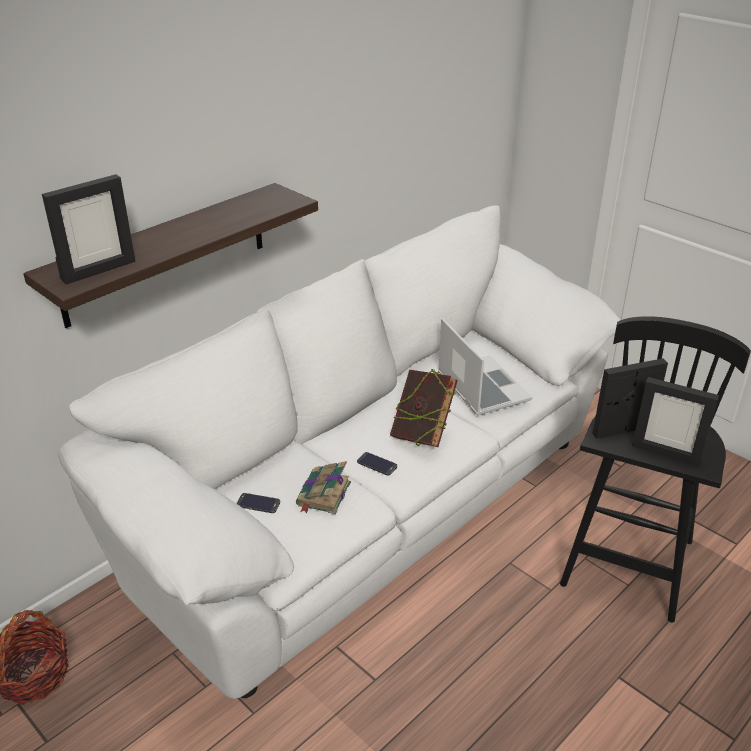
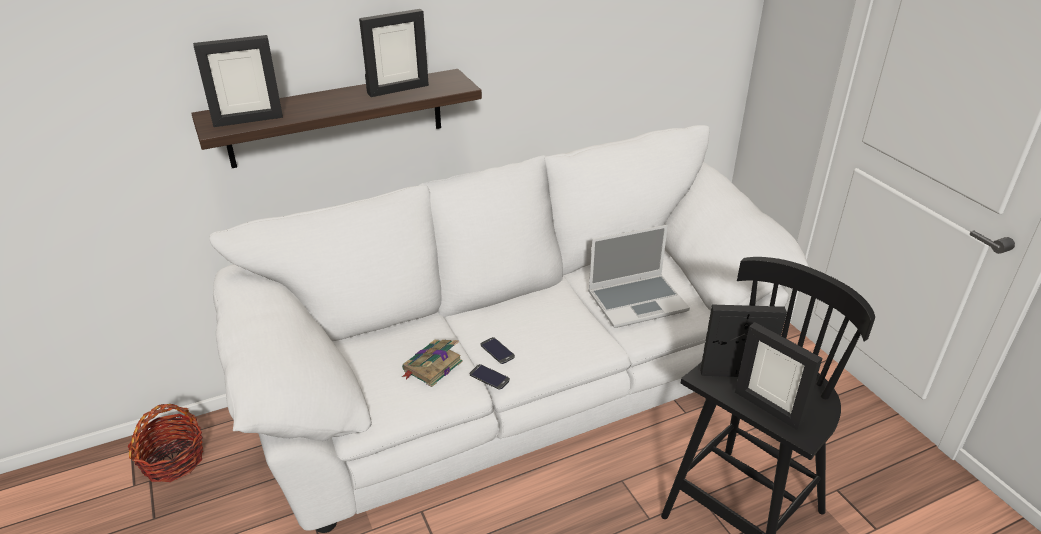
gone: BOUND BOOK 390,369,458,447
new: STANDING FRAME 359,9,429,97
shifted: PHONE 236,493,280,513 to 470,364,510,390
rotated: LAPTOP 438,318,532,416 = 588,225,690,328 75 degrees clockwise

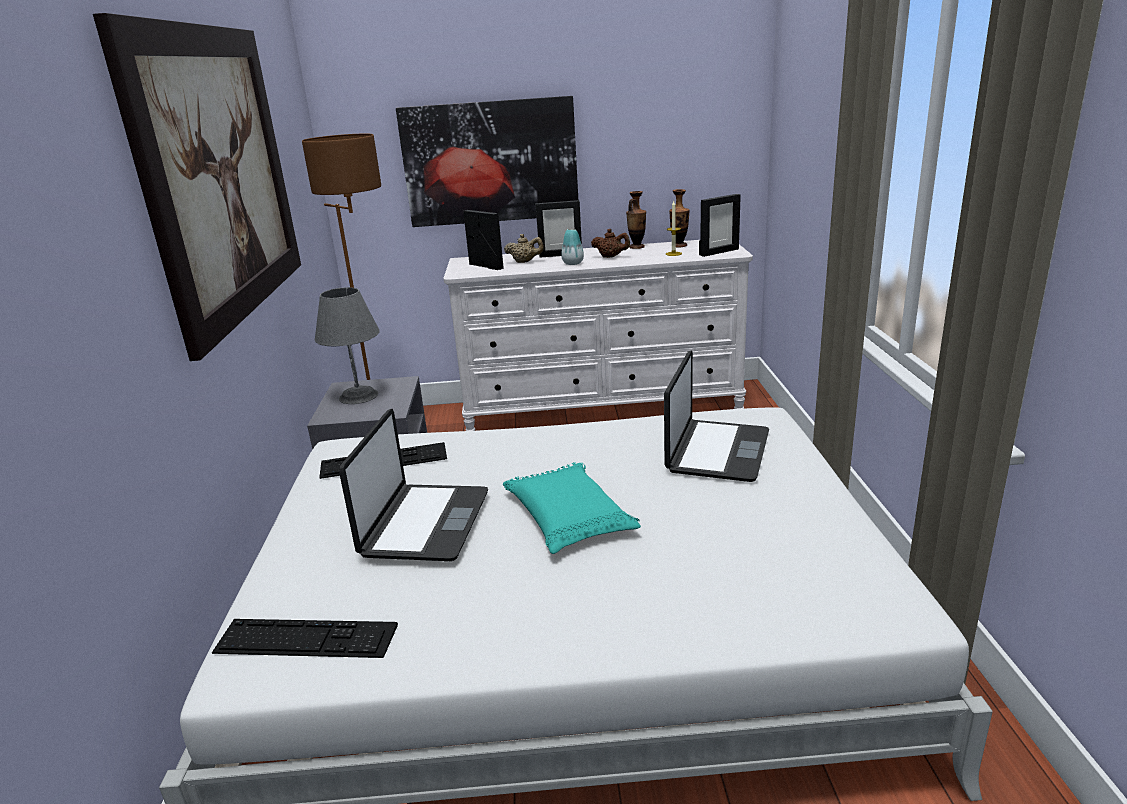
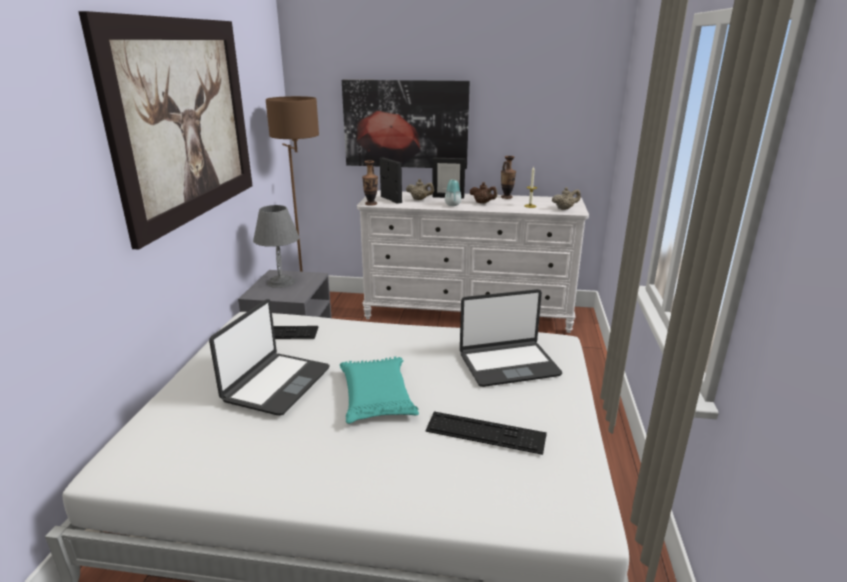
shifted: VASE 669,189,690,247 to 362,160,378,206; COMPUTER KEYBOARD 212,619,398,658 to 425,411,547,455
swapped: STANDING FRAME 699,194,741,257 to BEIGE TEAPOT 552,187,581,210
rotated: LAPTOP 664,351,769,482 = 460,289,562,387 45 degrees clockwise

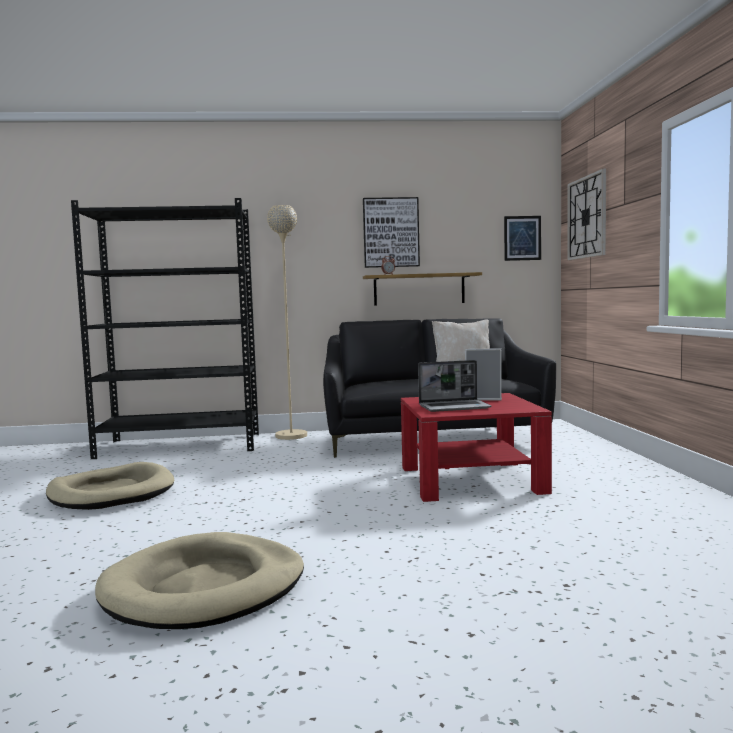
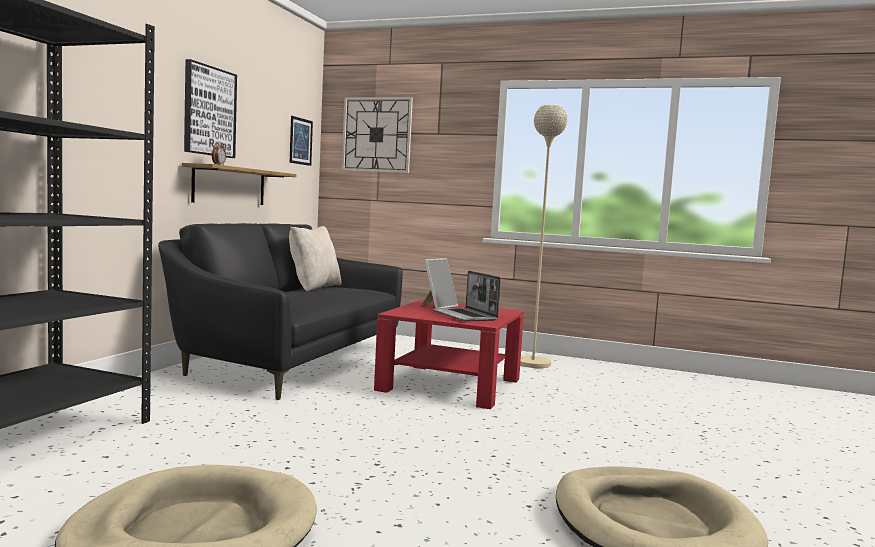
shifted: BEIGE STANDARD LAMP 267,205,307,440 to 520,105,568,368
rotated: LAPTOP 418,360,492,412 = 432,271,501,322 135 degrees clockwise

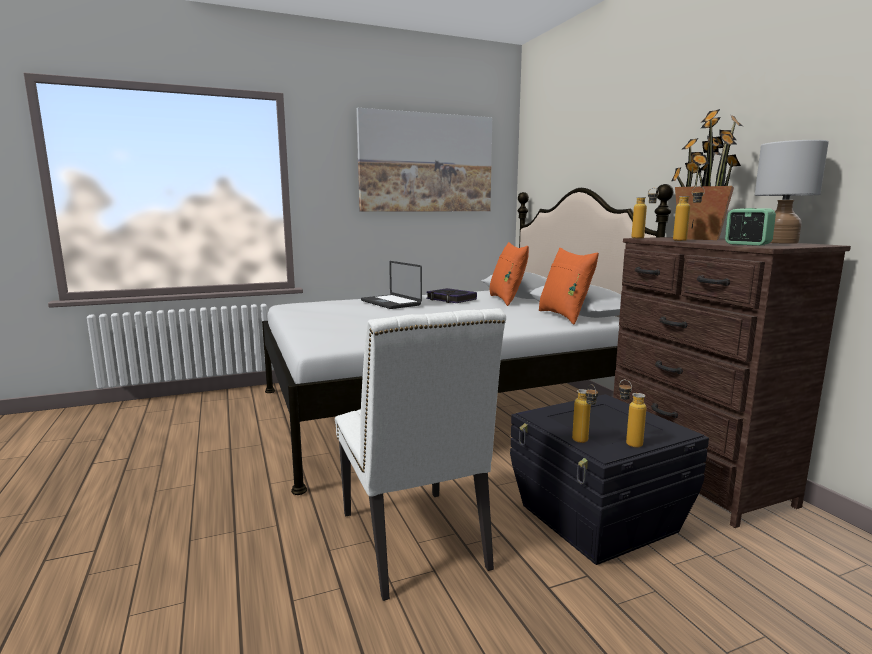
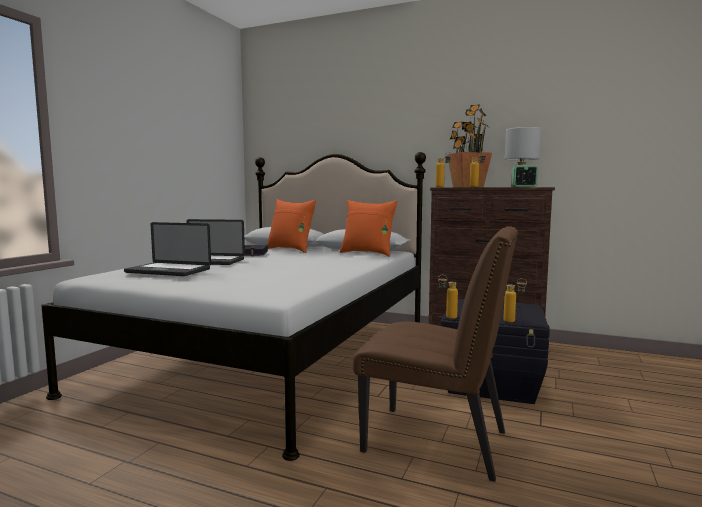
gone: WALL ART 356,108,492,211
new: LAPTOP 124,222,211,276
shifted: DRINK BOTTLE 619,380,646,448 to 438,275,458,319
repainted: WHITISH CHAIR 335,308,506,601 to BROWNISH CHAIR 353,226,518,482

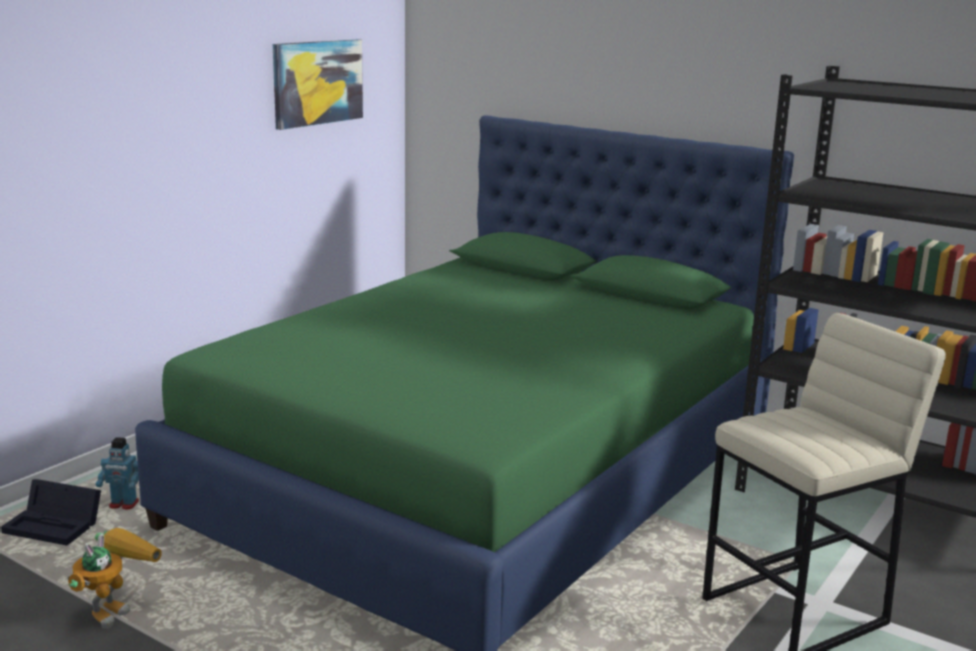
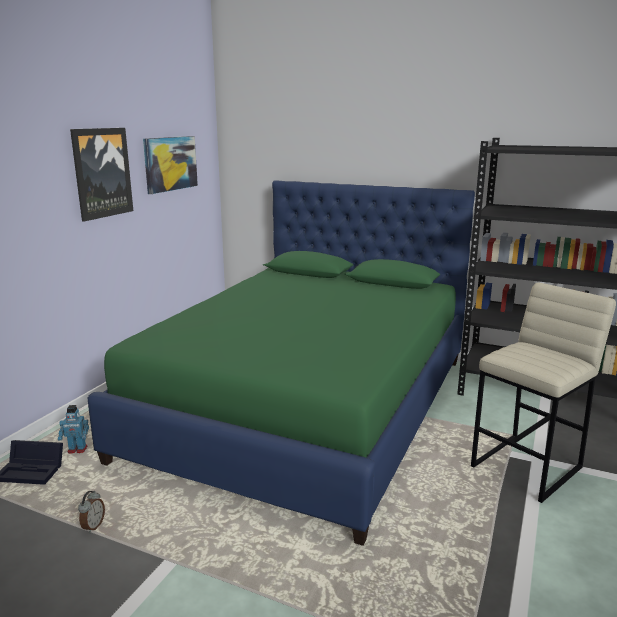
new: WALL ART 70,128,133,222
swapped: MODEL ROBOT 68,528,162,629 to BEDSIDE CLOCK 78,491,105,533

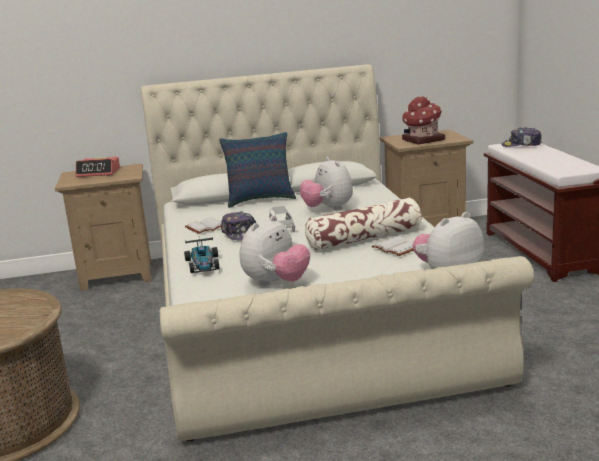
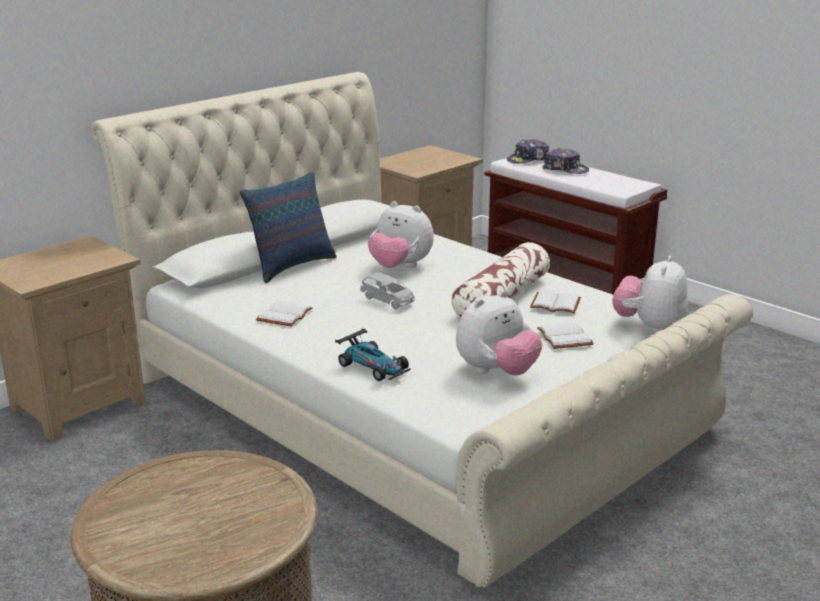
gone: MINIATURE HOUSE 402,97,445,145; BEDSIDE CLOCK 75,157,120,177
new: WHITISH BOUND BOOK 537,322,594,349
shifted: PEAKED CAP 221,211,256,241 to 542,148,589,174
rotated: SOFT TOY 240,215,310,286 = 456,290,543,376 45 degrees clockwise

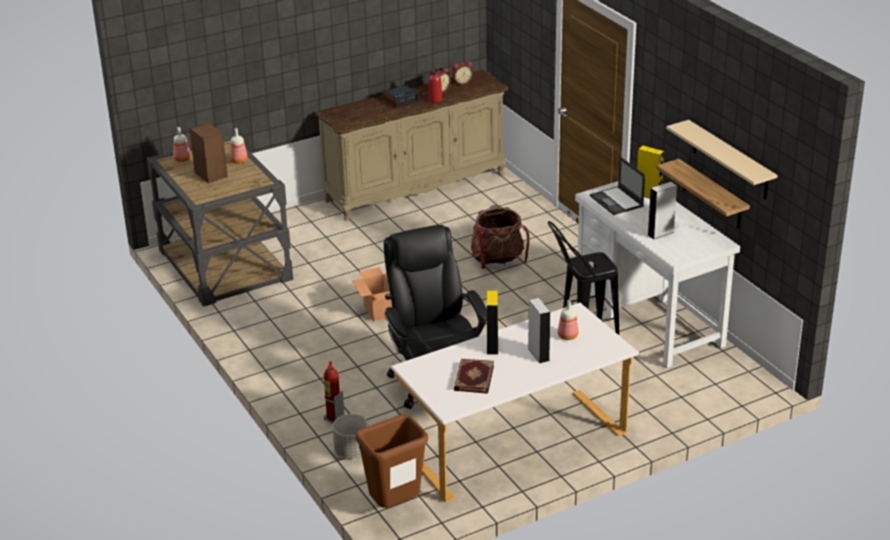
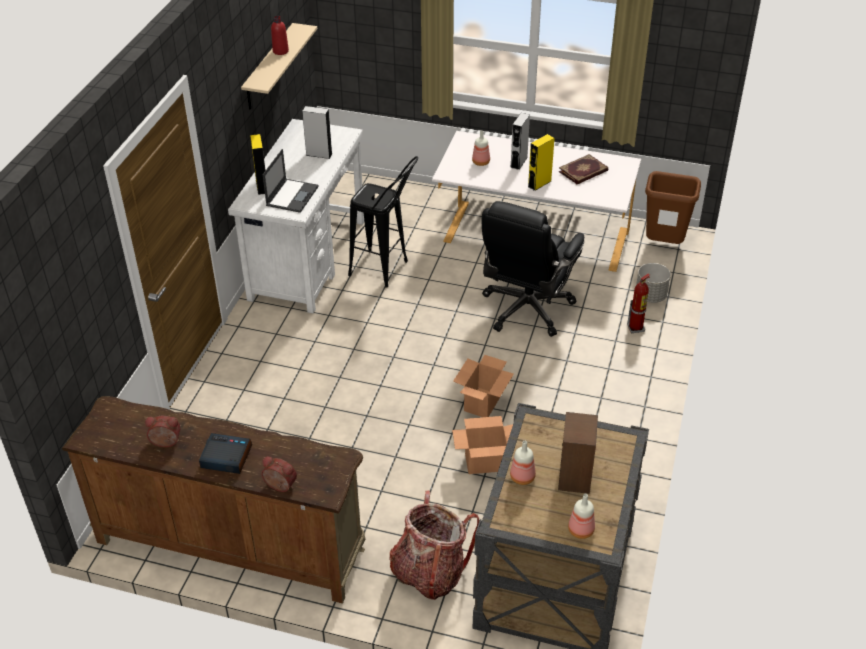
gone: WALL SHELF 656,159,750,229
new: CARTON 452,416,513,474
shifted: BEDSIDE CLOCK 451,61,473,85 to 261,457,297,492; REDDISH DRINK BOTTLE 429,70,442,103 to 271,16,289,55; KNAPSACK 471,205,530,269 to 389,491,480,600

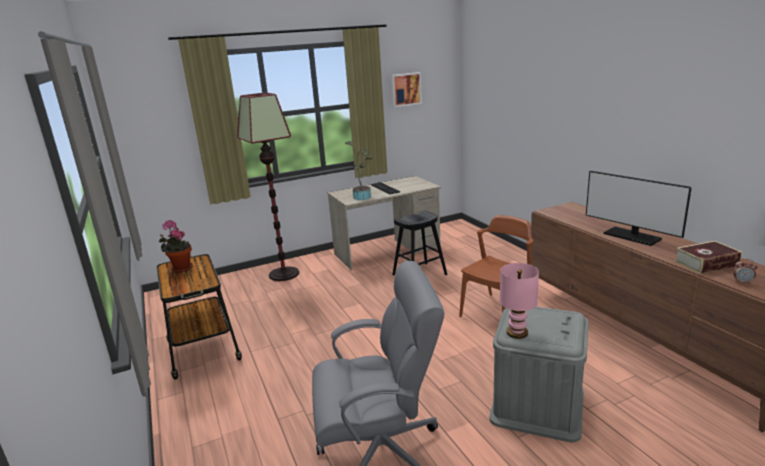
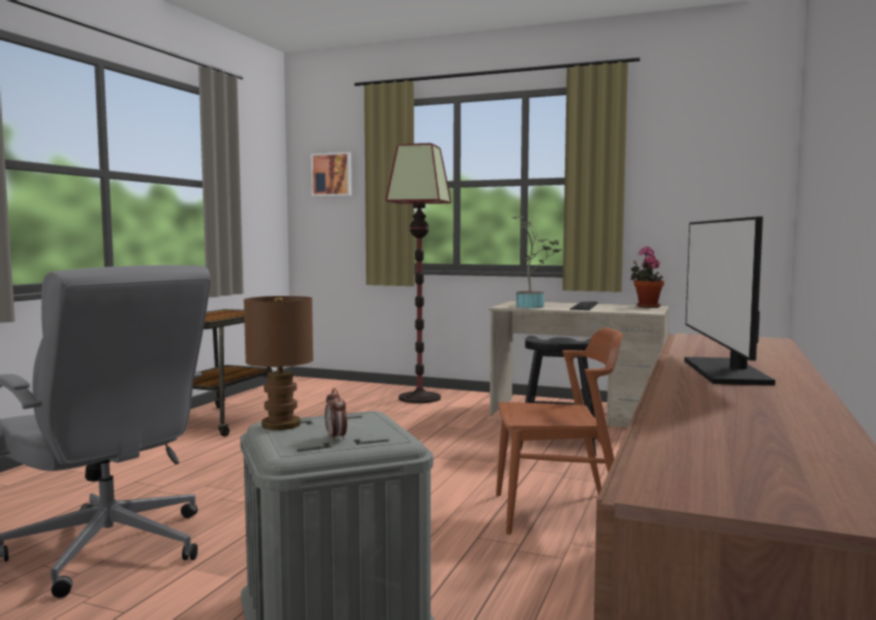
gone: BOUND BOOK 674,241,742,274
shifted: WALL ART 391,72,422,107 to 311,152,352,197; HOUSEPLANT 159,220,193,272 to 631,246,664,308; BEDSIDE CLOCK 733,259,758,284 to 325,388,347,442
repainted: PINK TABLETOP LAMP 500,263,539,339 to BROWNISH TABLETOP LAMP 244,296,313,430

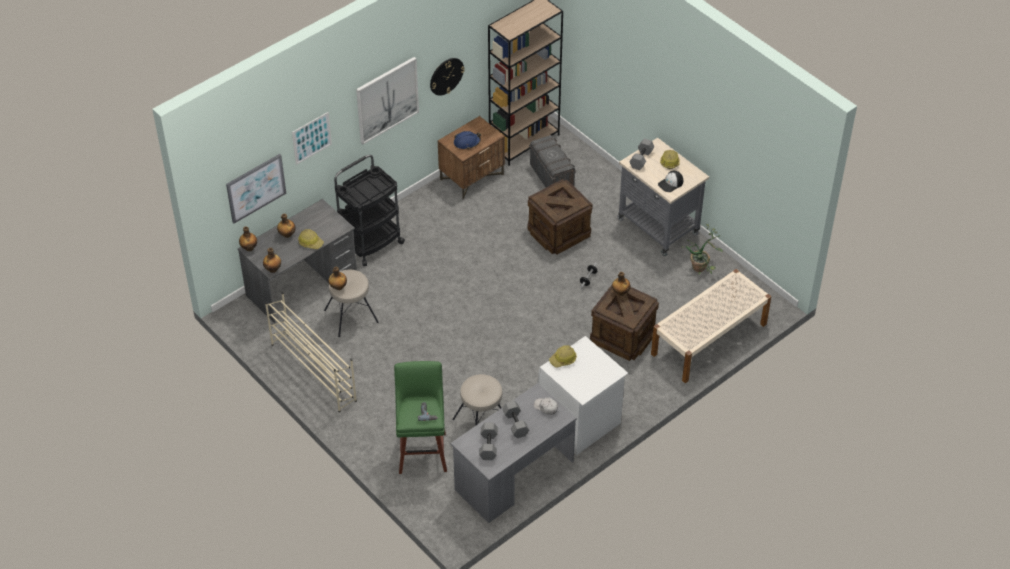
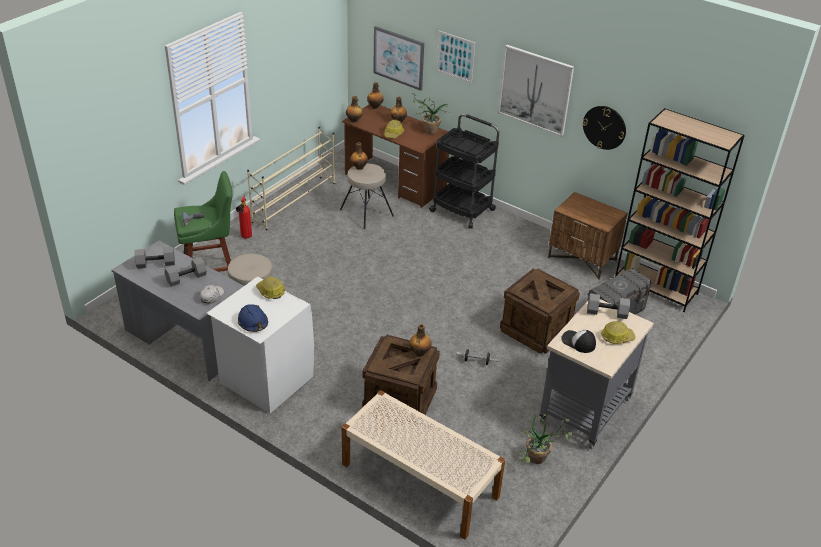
new: HOUSEPLANT 412,93,452,135; EXTINGUISHER 236,195,252,239
shifted: BLUE-COLOURED HARD HAT 454,131,481,150 to 238,304,268,332
repainted: GREY DESK TABLE 238,199,357,323 to BROWNISH DESK TABLE 342,104,449,208

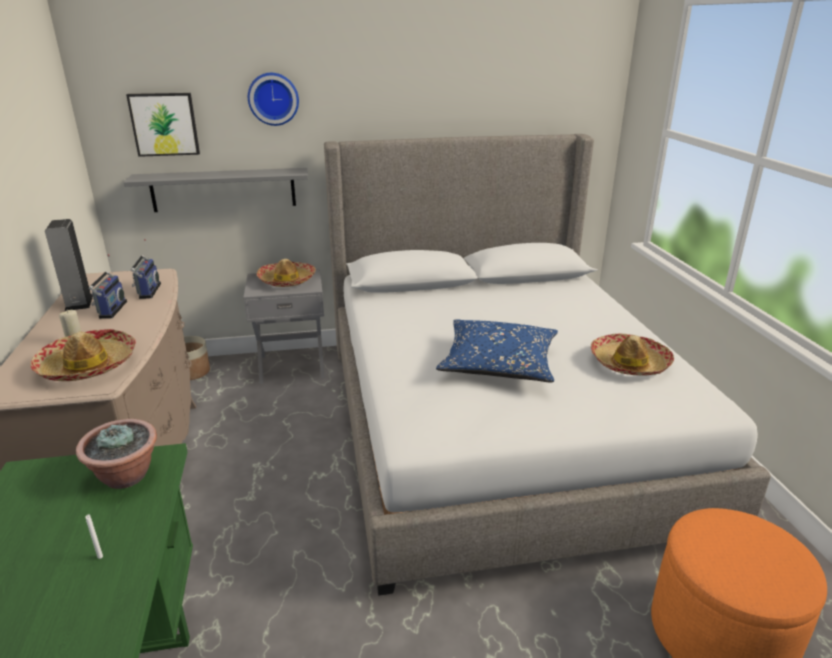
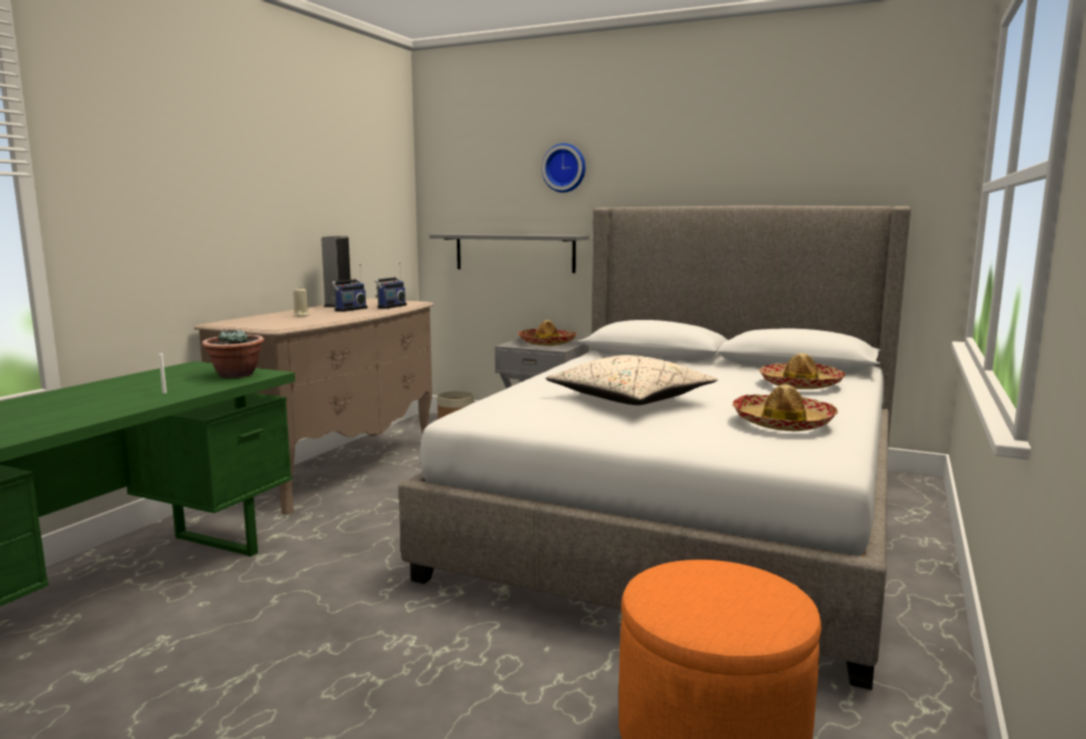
gone: WALL ART 126,93,200,157
shifted: HAT 30,329,136,381 to 759,353,846,389
repainted: BLUE-COLOURED CUSHION 436,319,558,383 to BEIGE CUSHION 546,355,718,405

